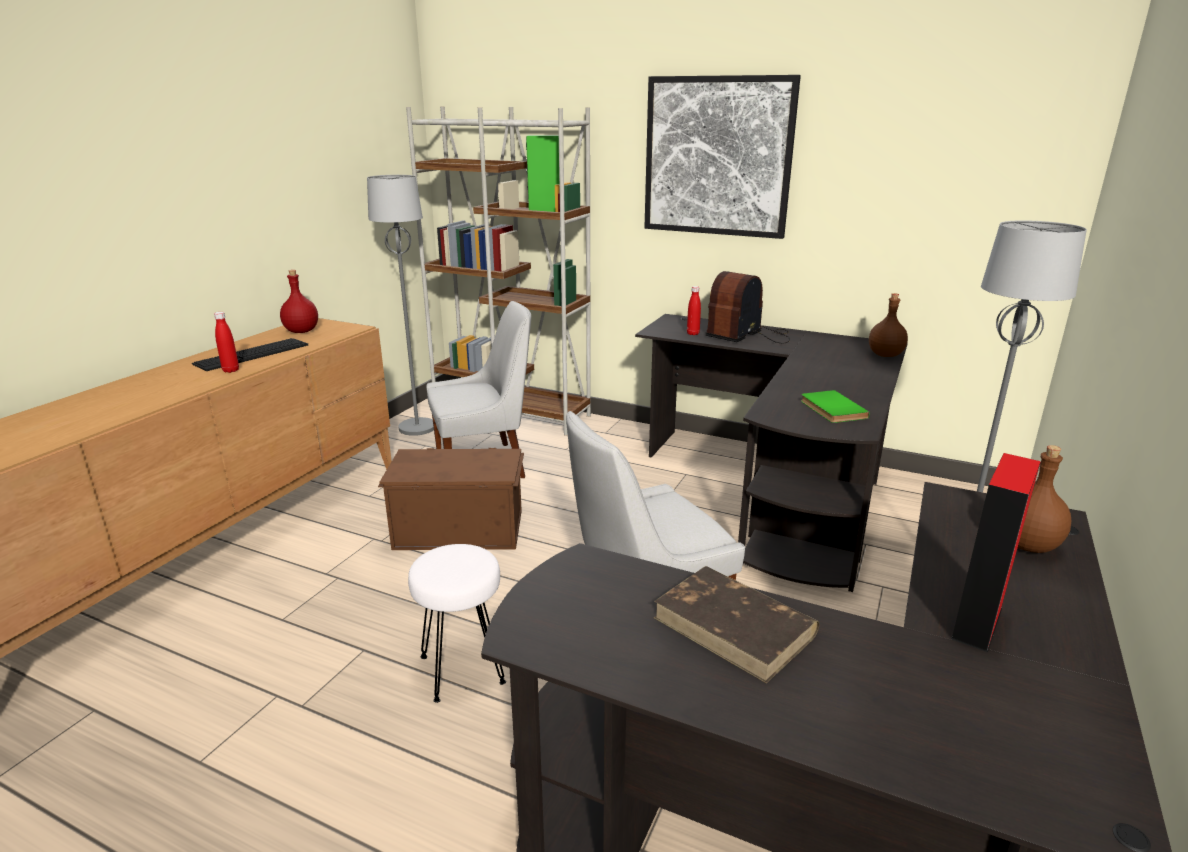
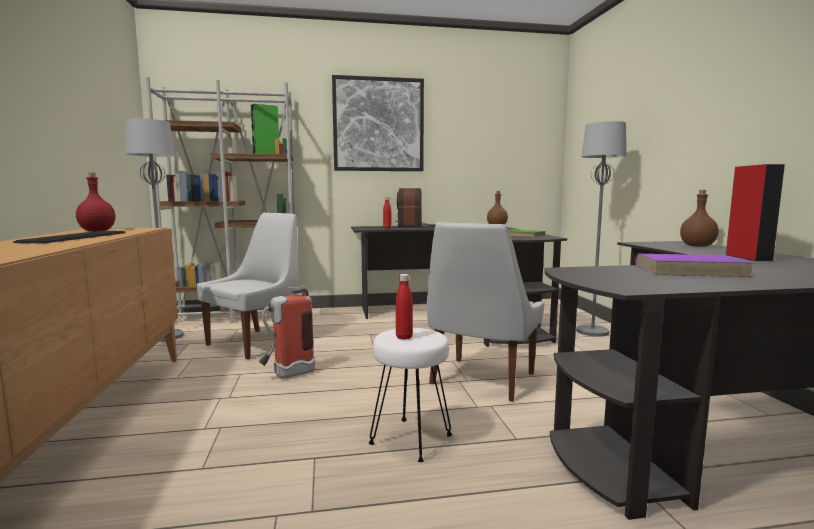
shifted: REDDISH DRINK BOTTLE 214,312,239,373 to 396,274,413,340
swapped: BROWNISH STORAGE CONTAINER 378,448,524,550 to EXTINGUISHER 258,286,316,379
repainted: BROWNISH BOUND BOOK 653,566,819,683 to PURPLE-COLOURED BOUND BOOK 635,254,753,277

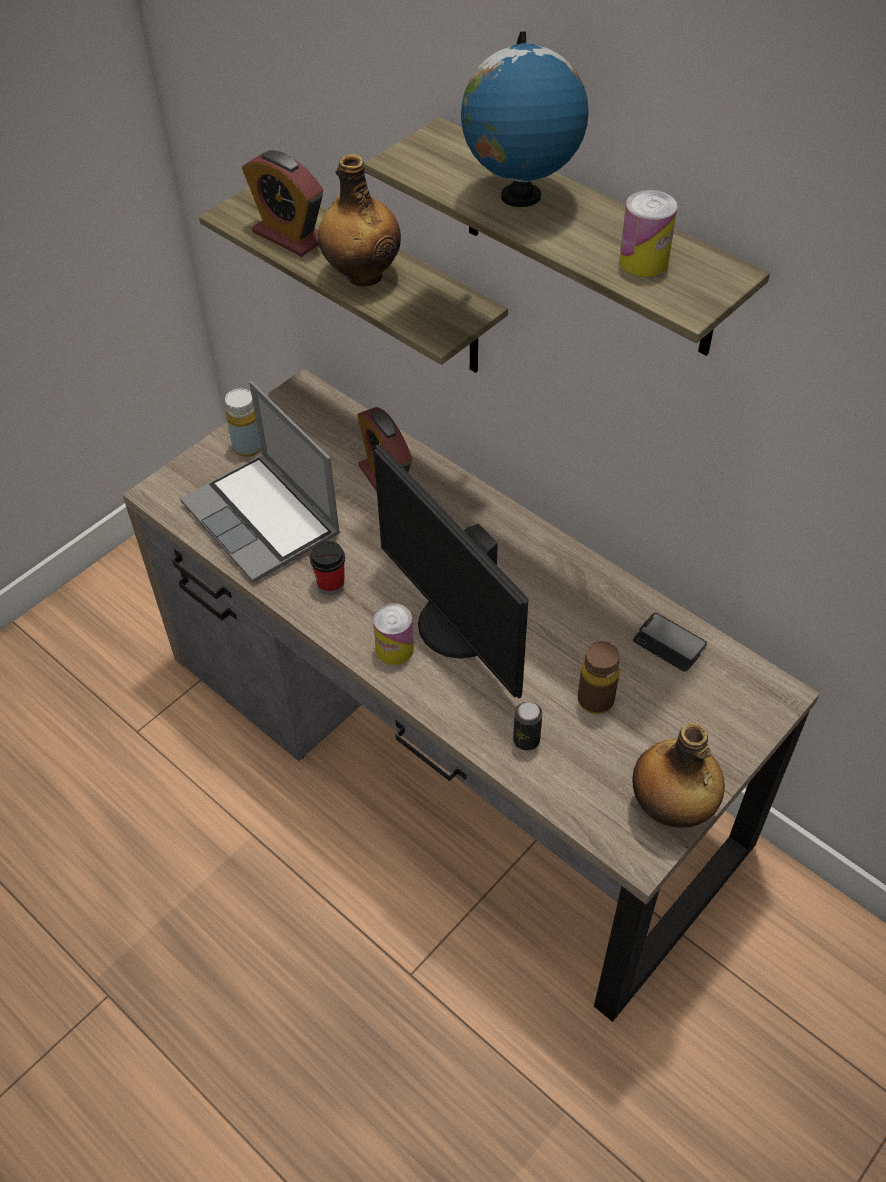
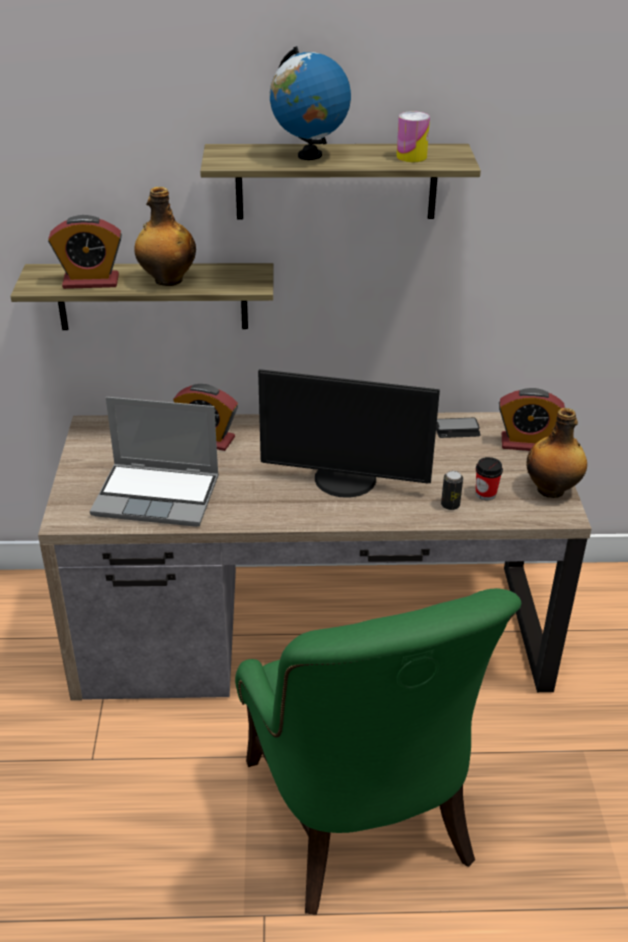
gone: YELLOW-COLOURED DRINK BOTTLE 225,388,261,457; METAL CAN 373,603,414,665; BROWNISH DRINK BOTTLE 578,641,620,714
new: BEDSIDE CLOCK 499,388,565,451; GREENISH CHAIR 235,588,521,915
shifted: SMALL CUP 310,541,345,594 to 476,457,503,500

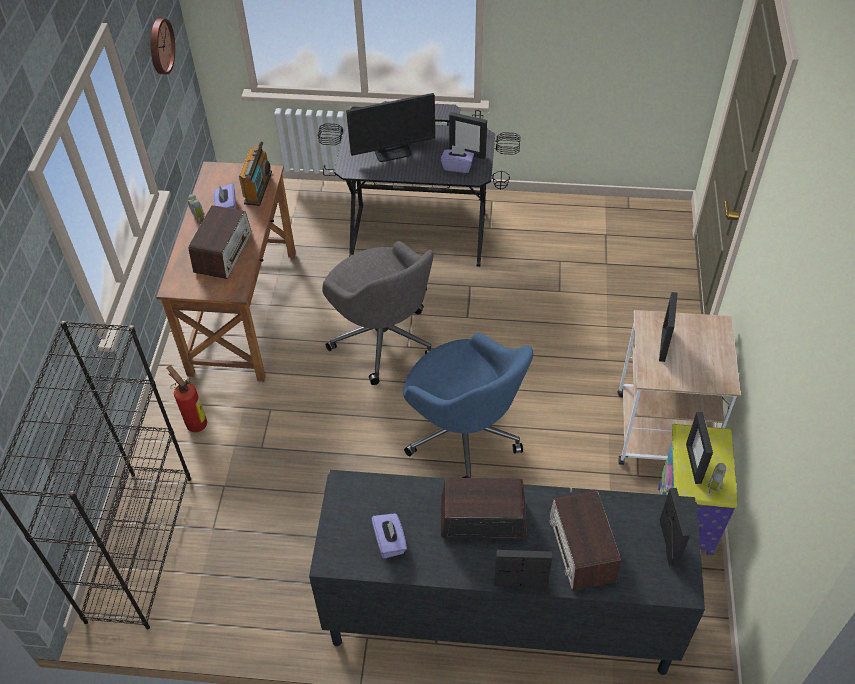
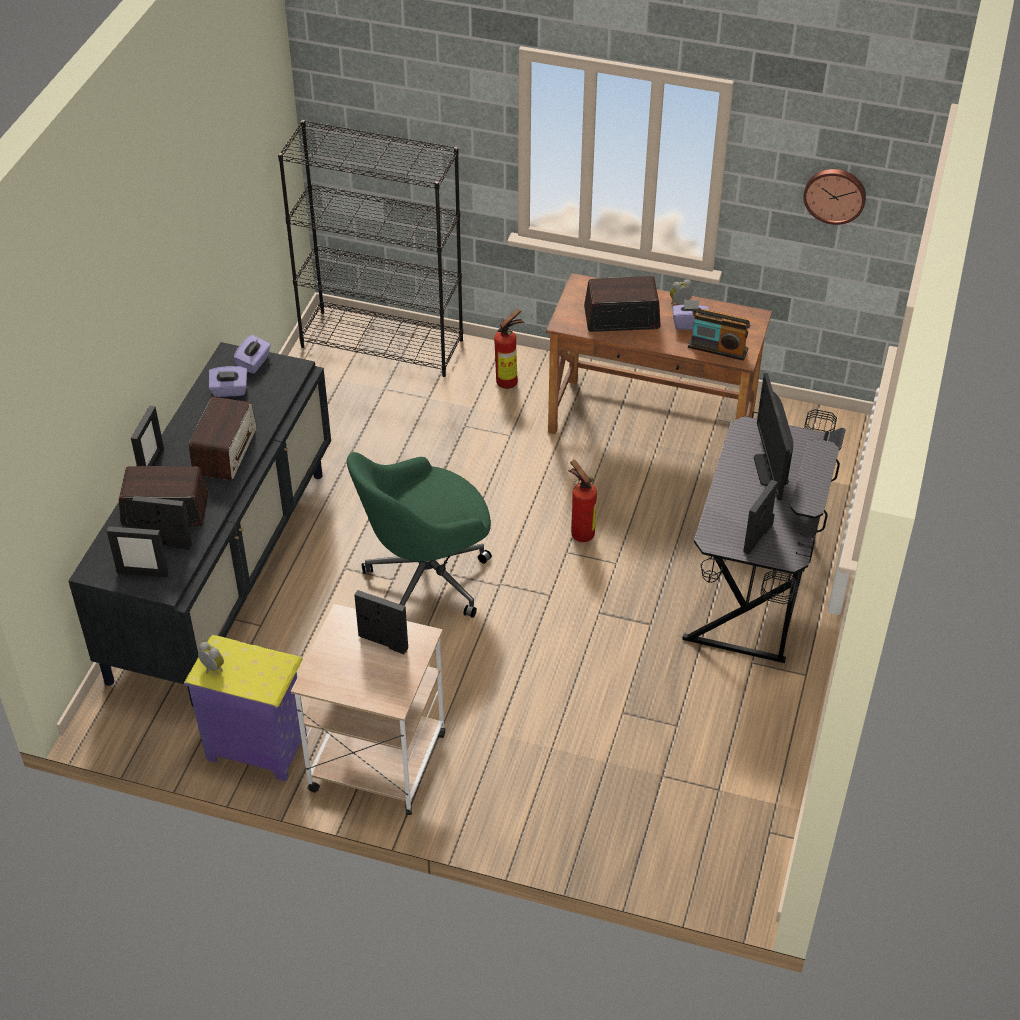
shifted: PURPLE-COLOURED BOX OF TISSUES 441,145,474,173 to 233,335,271,374; STANDING FRAME 686,412,713,484 to 132,496,192,550
swapped: GREY DESK CHAIR 322,241,434,385 to EXTINGUISHER 568,459,597,542
repainted: BLUE-COLOURED DESK CHAIR 403,333,533,478 to GREENISH DESK CHAIR 347,452,492,618
rotated: RADIO 188,205,251,279 = 584,276,661,332 150 degrees clockwise

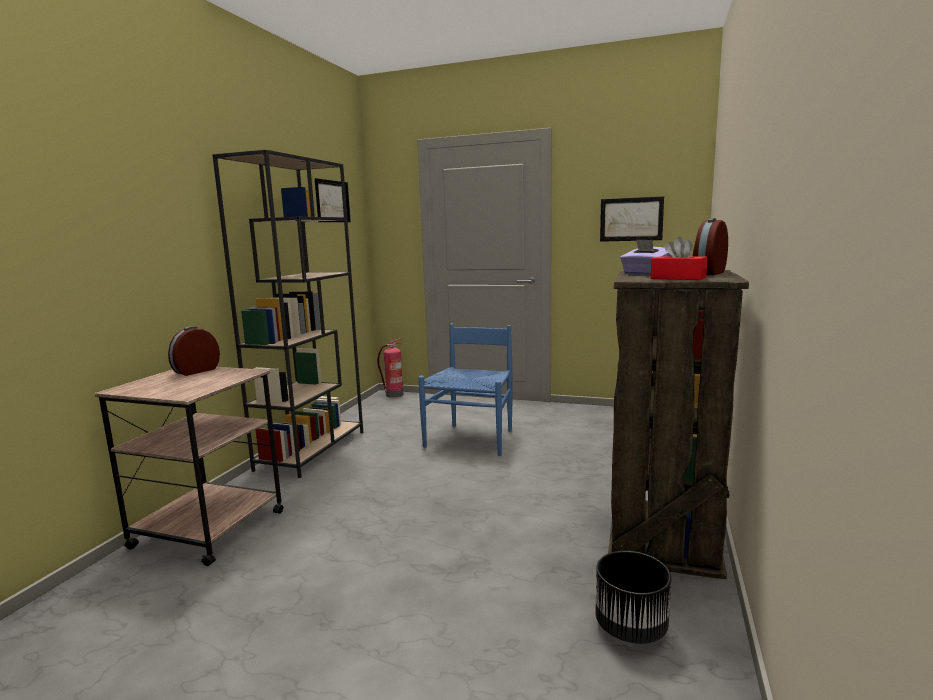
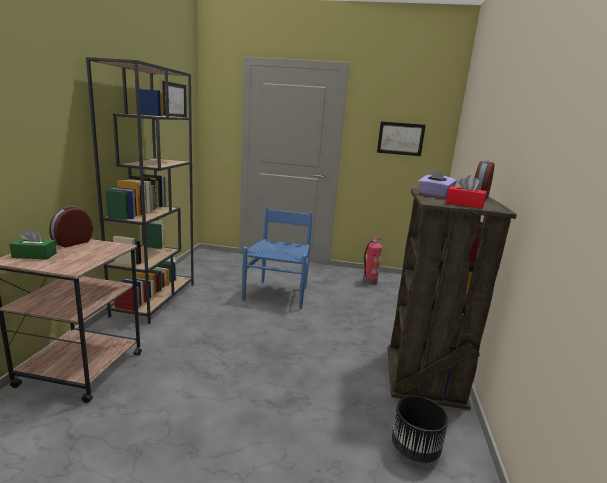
new: GREENISH BOX OF TISSUES 9,228,57,260
shifted: EXTINGUISHER 378,338,403,398 to 363,235,383,285

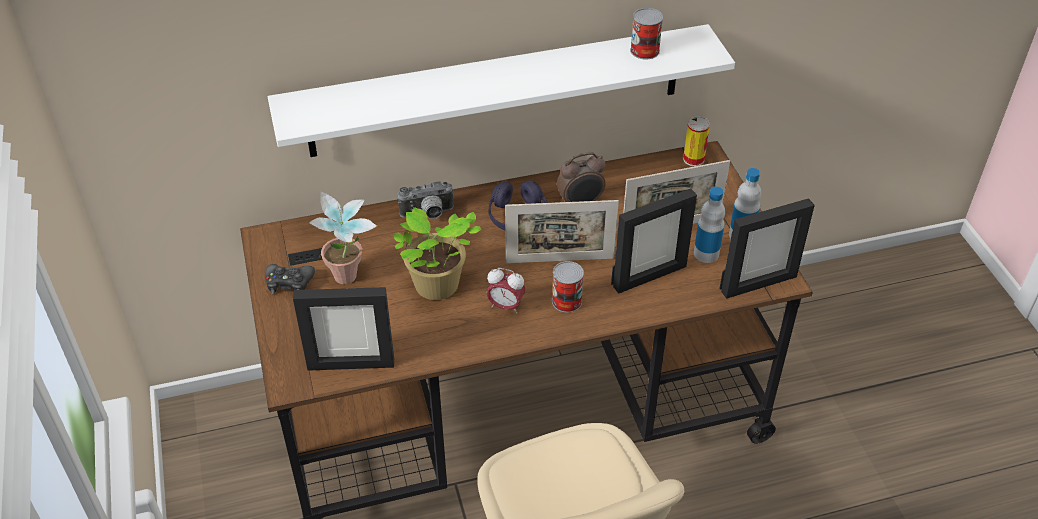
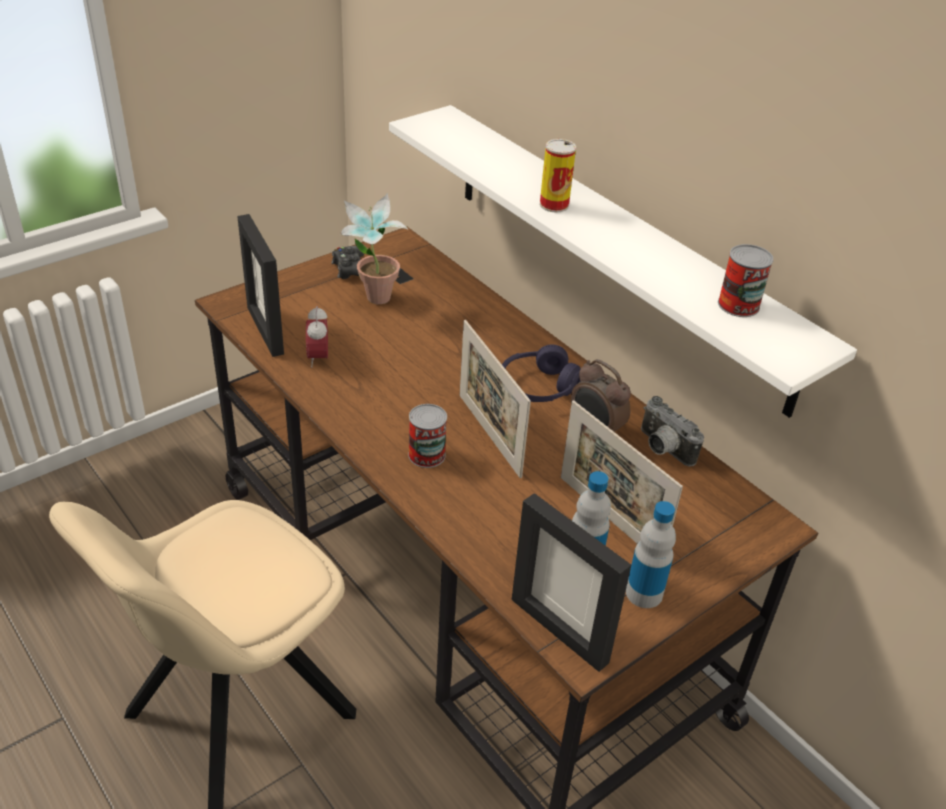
gone: STANDING FRAME 611,189,697,294; HOUSEPLANT 393,207,482,300
shifted: METAL CAN 683,116,710,166 to 540,139,576,213; STILL CAMERA 398,181,454,219 to 641,396,704,466; BEDSIDE CLOCK 486,268,526,314 to 306,306,328,368

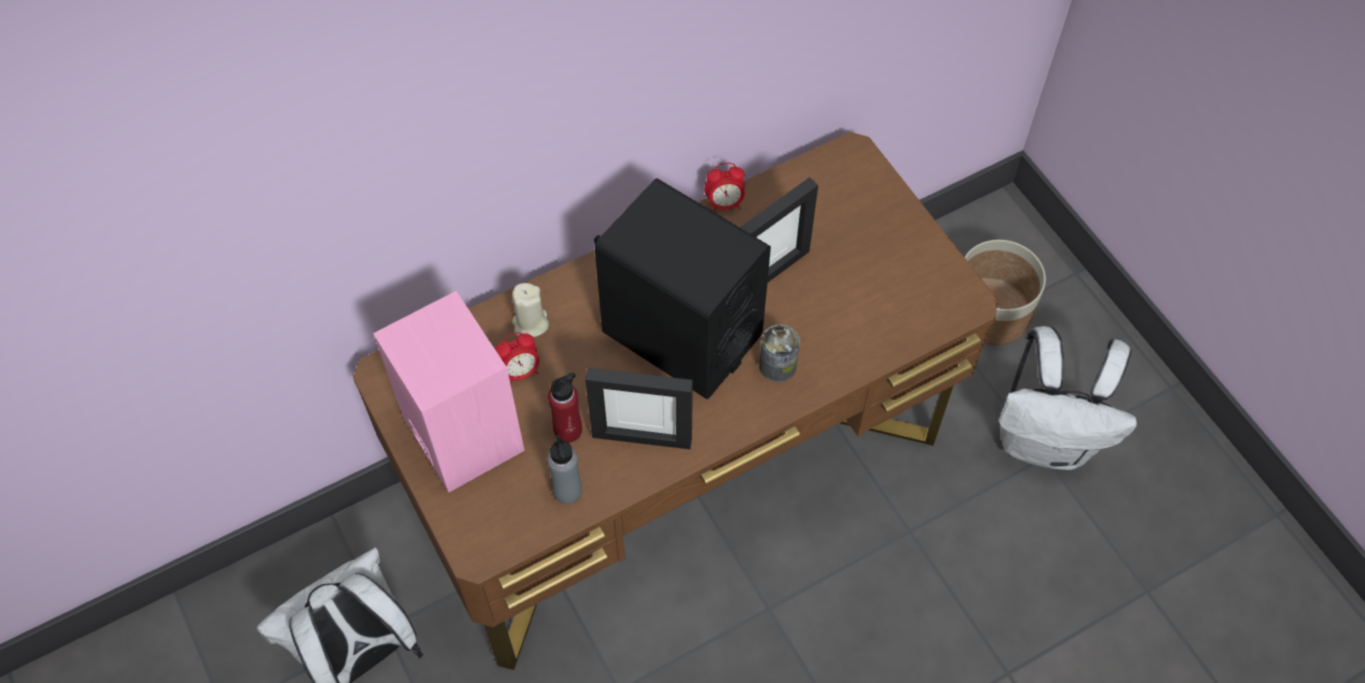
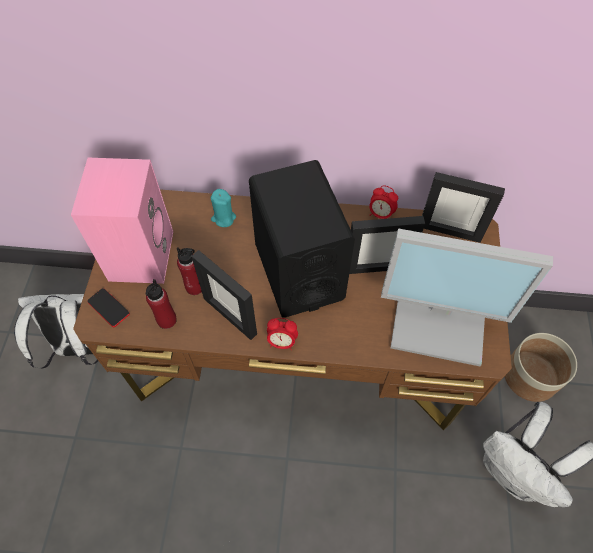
gone: METAL CAN 759,325,800,382
new: STANDING FRAME 422,172,505,243; COMPUTER DISPLAY 381,228,553,366; PHONE 87,288,130,327
shifted: BEDSIDE CLOCK 495,332,539,385 to 267,318,298,351
repainted: BEIGE CANDLE 512,283,549,337 to BLUE-GREEN CANDLE 211,189,236,227; GREY DRINK BOTTLE 547,435,582,504 to REDDISH DRINK BOTTLE 146,279,177,329

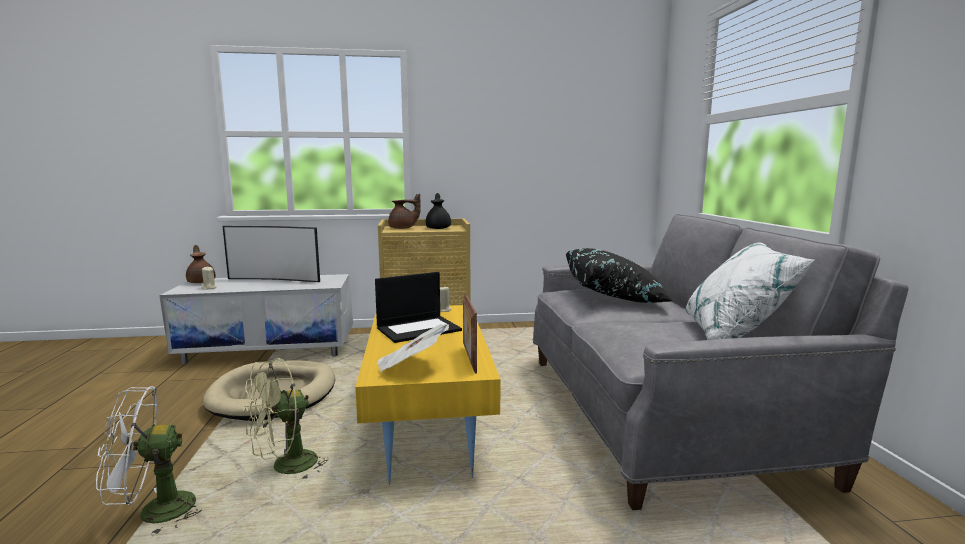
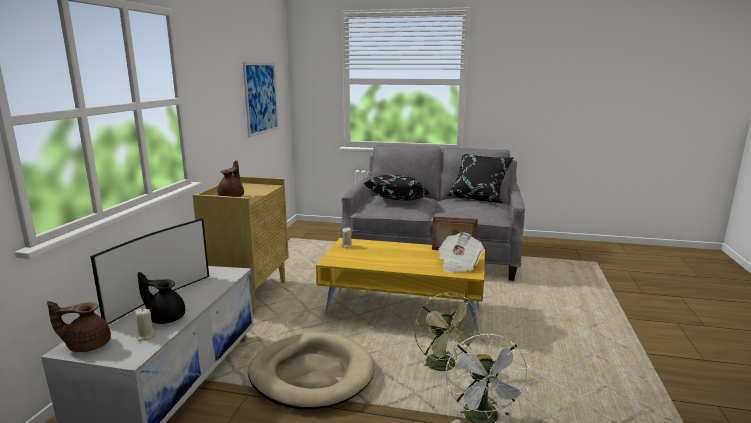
gone: LAPTOP 375,272,462,343
new: WALL ART 243,62,279,137
shifted: BLACKISH TEAPOT 426,193,451,229 to 137,272,185,324
repainted: WHITISH CUSHION 685,242,815,340 to BLACKISH CUSHION 447,154,514,203

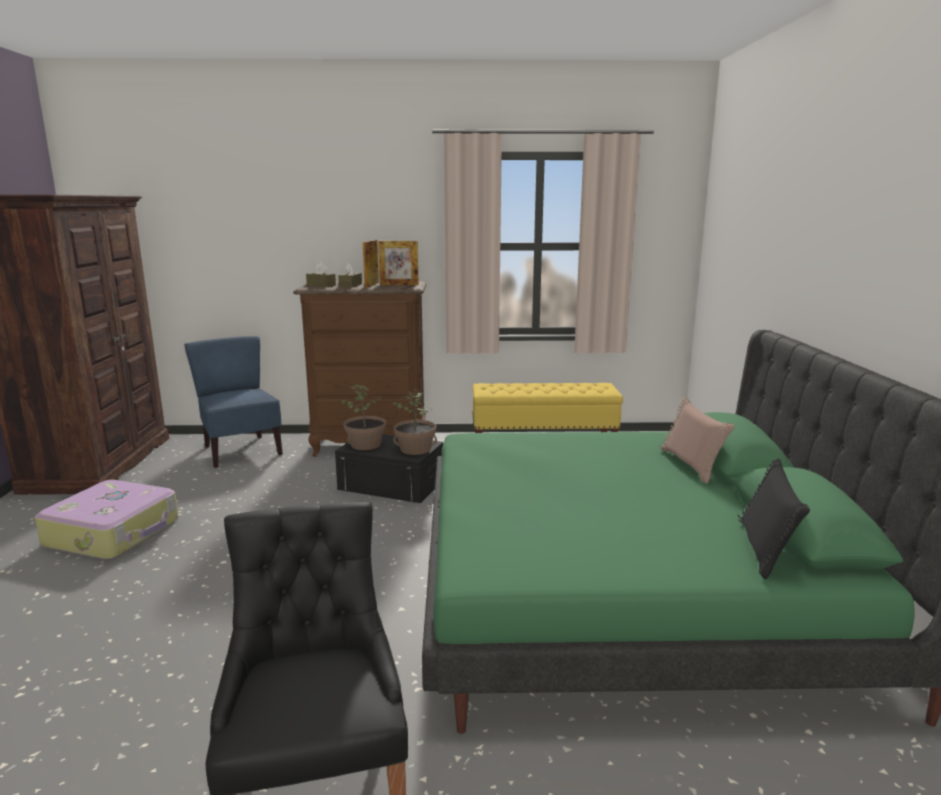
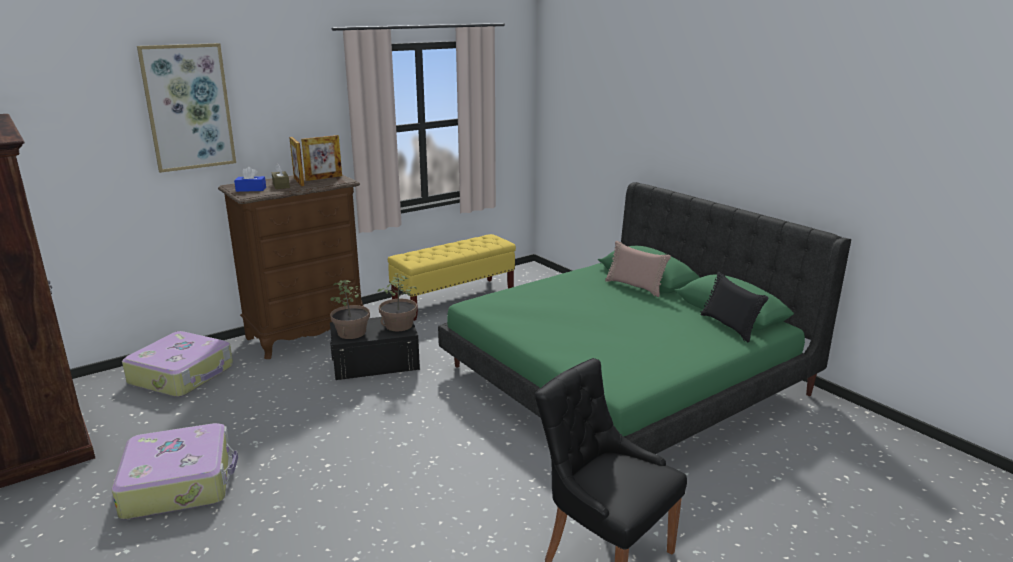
new: WALL ART 137,43,236,173
swapped: BLUE-COLOURED CHAIR 184,336,283,468 to SUITCASE 122,331,233,397
repainted: BROWNISH BOX OF TISSUES 306,262,336,287 to BLUE-COLOURED BOX OF TISSUES 234,167,266,192

